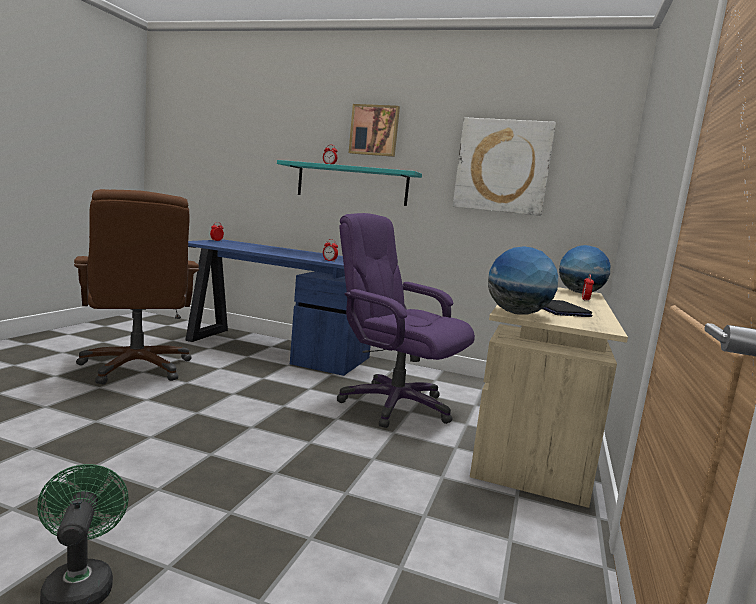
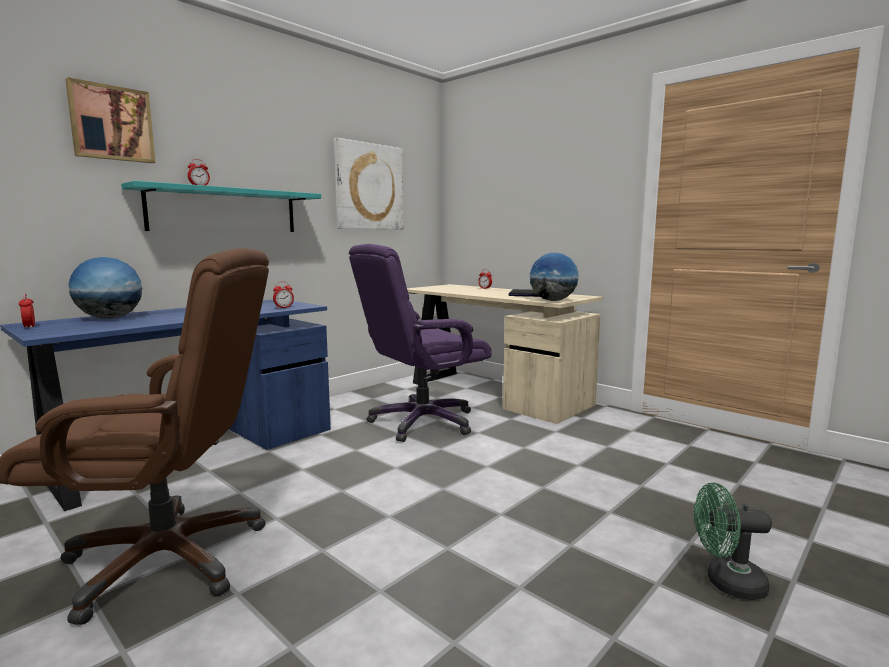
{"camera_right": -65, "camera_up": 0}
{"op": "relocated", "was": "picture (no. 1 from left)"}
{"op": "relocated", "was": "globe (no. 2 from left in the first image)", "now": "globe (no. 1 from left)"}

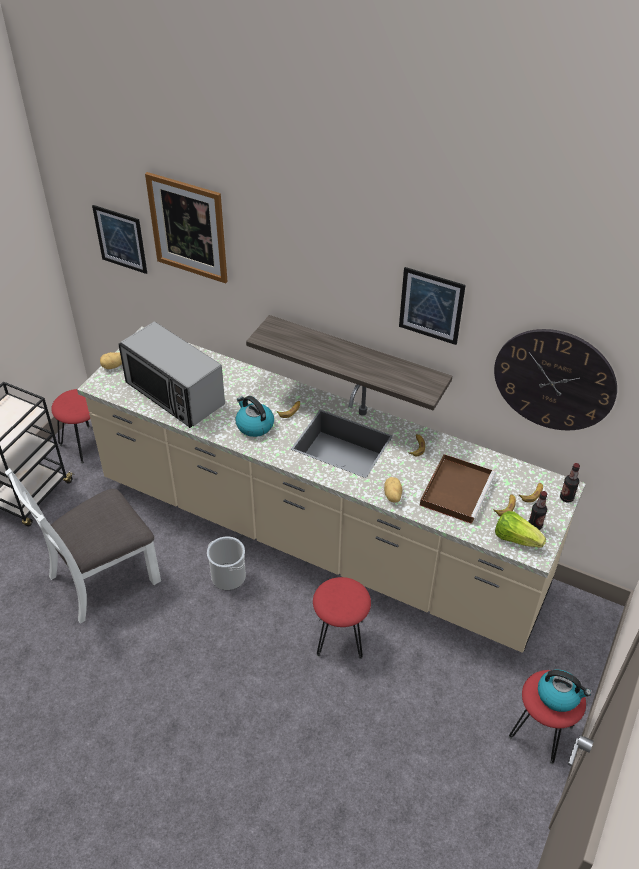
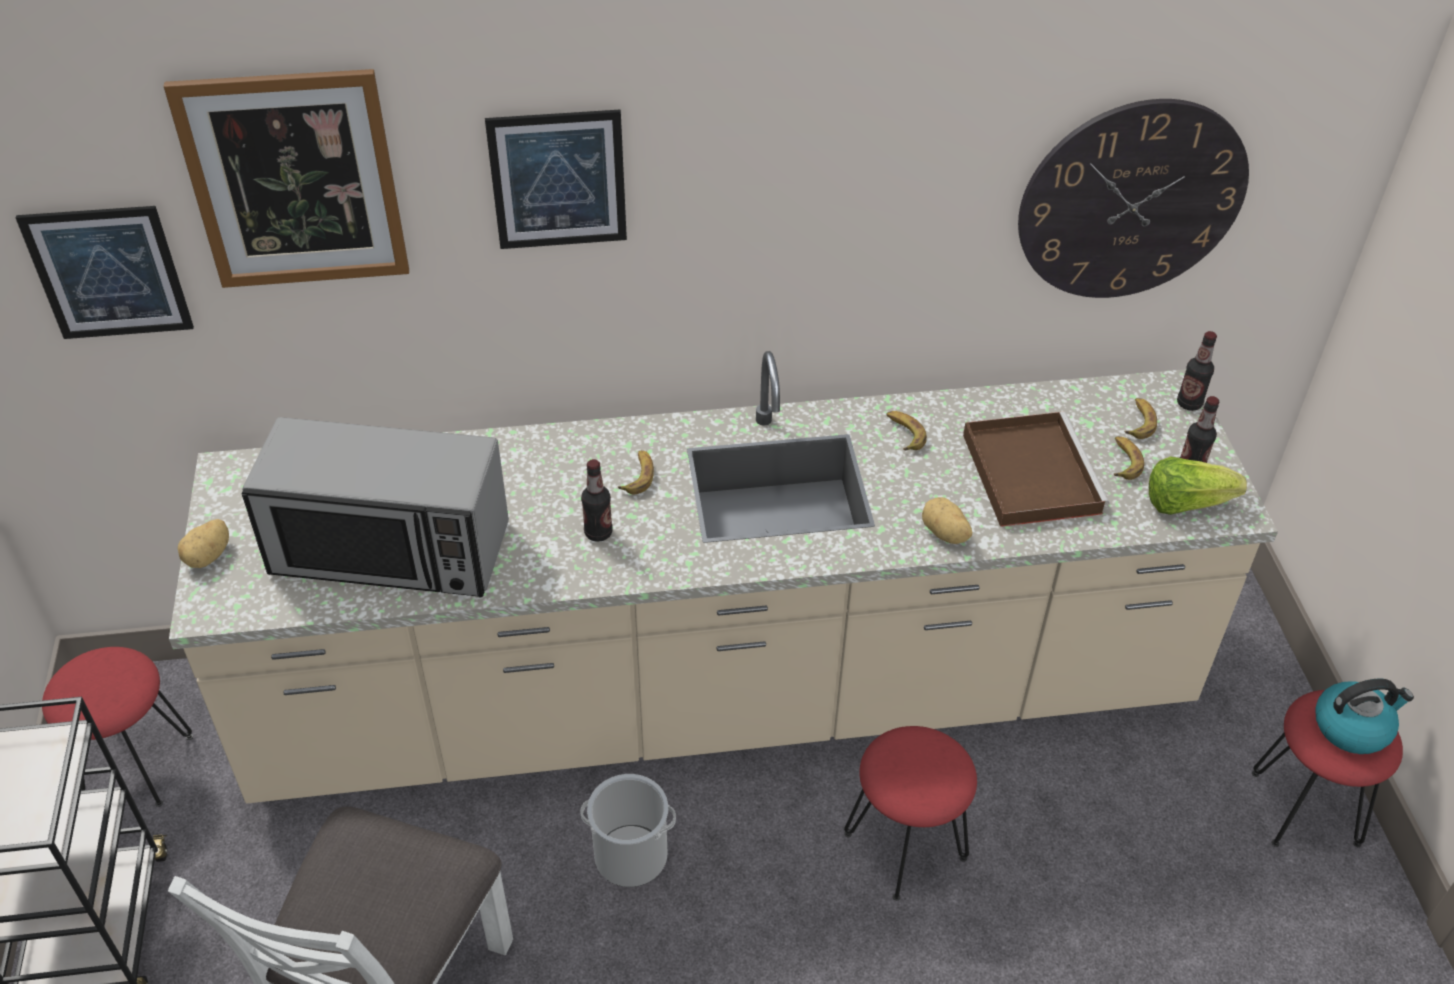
{"camera_right": -35, "camera_up": 0}
{"op": "missing", "was": "shelf"}
{"op": "relocated", "was": "picture (no. 3 from left)"}
{"op": "exchanged", "was": "kettle (no. 1 from left)", "now": "bottle (no. 1 from left)"}

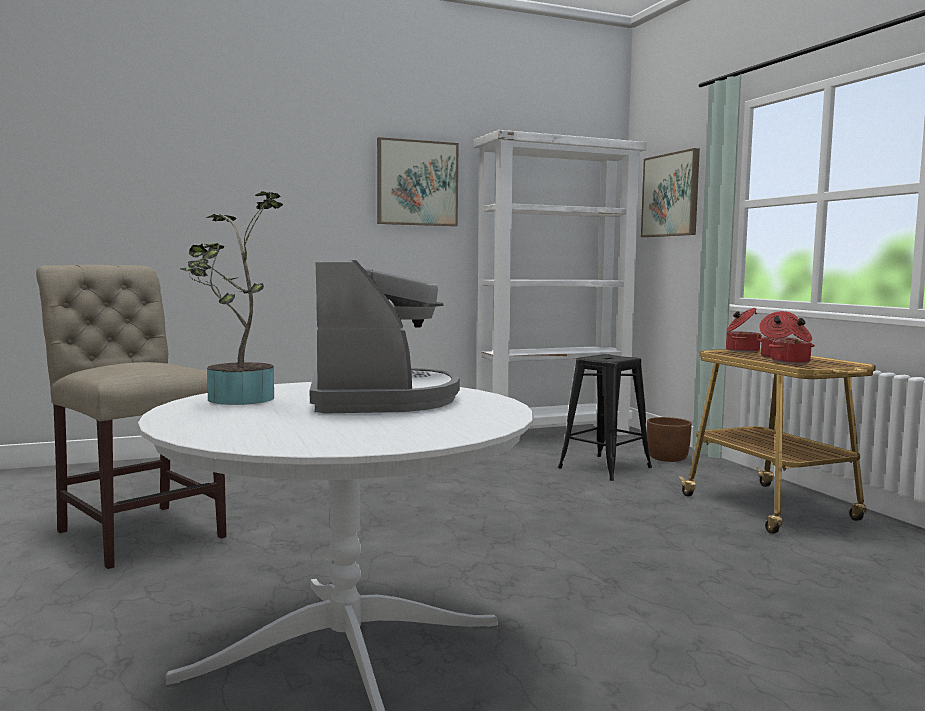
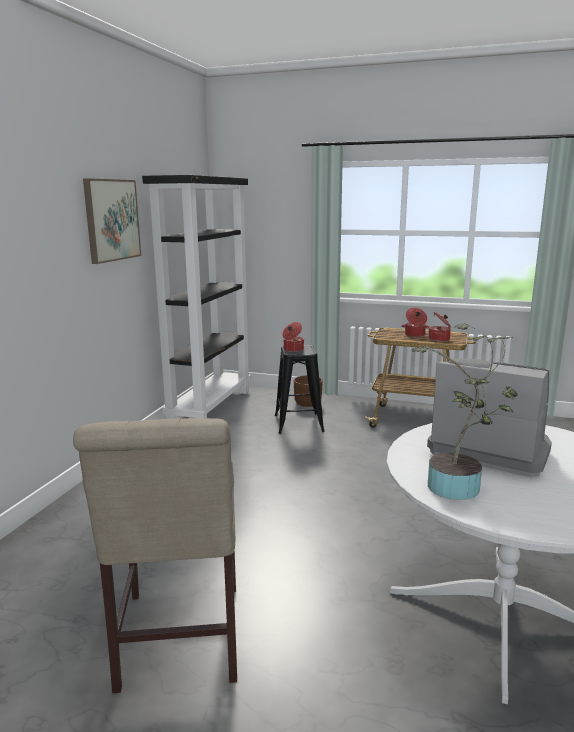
{"camera_right": -50, "camera_up": 10}
{"op": "missing", "was": "picture (no. 2 from left)"}
{"op": "relocated", "was": "cooking pot (no. 1 from left)"}
{"op": "colour", "was": "white bookcase", "now": "black bookcase"}
{"op": "spun", "was": "beige chair", "clockwise": -90}

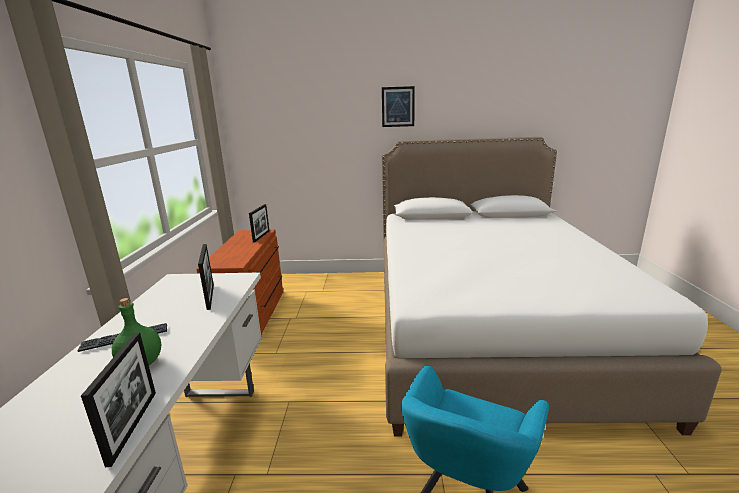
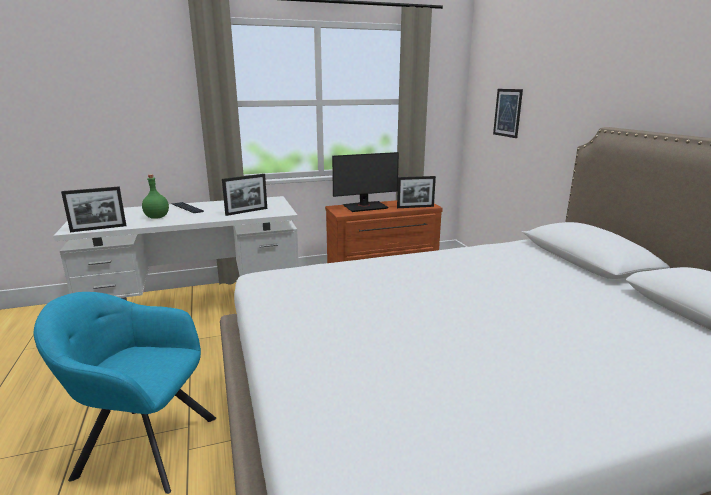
{"camera_right": 70, "camera_up": 0}
{"op": "appeared", "now": "monitor"}
{"op": "relocated", "was": "picture"}

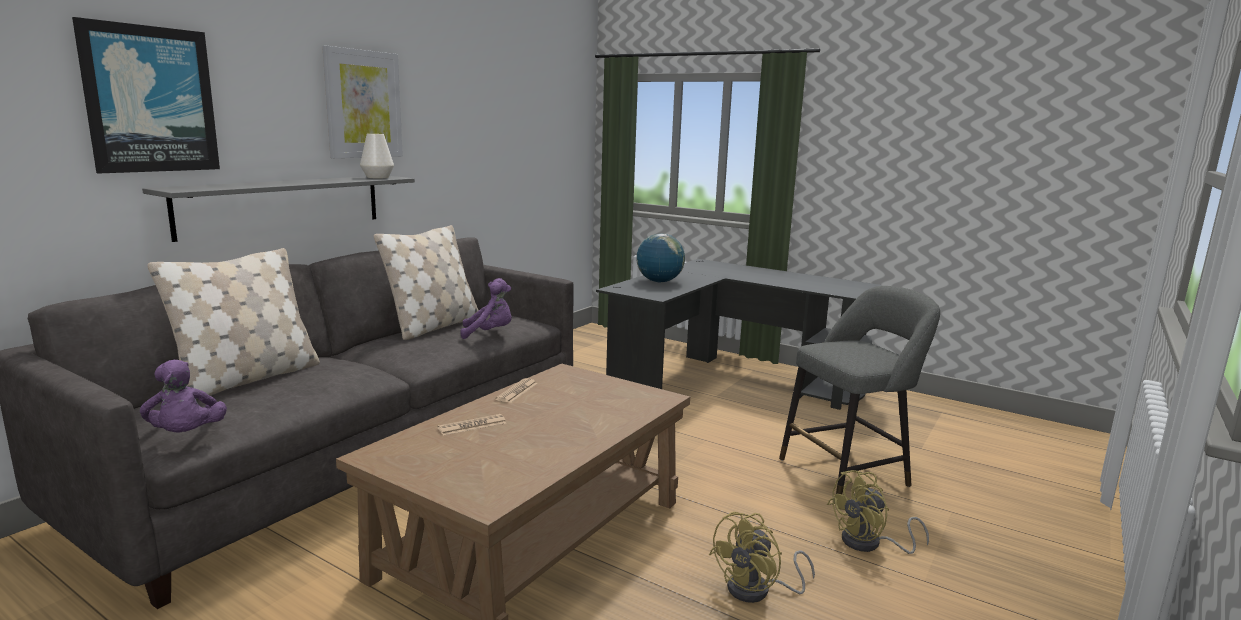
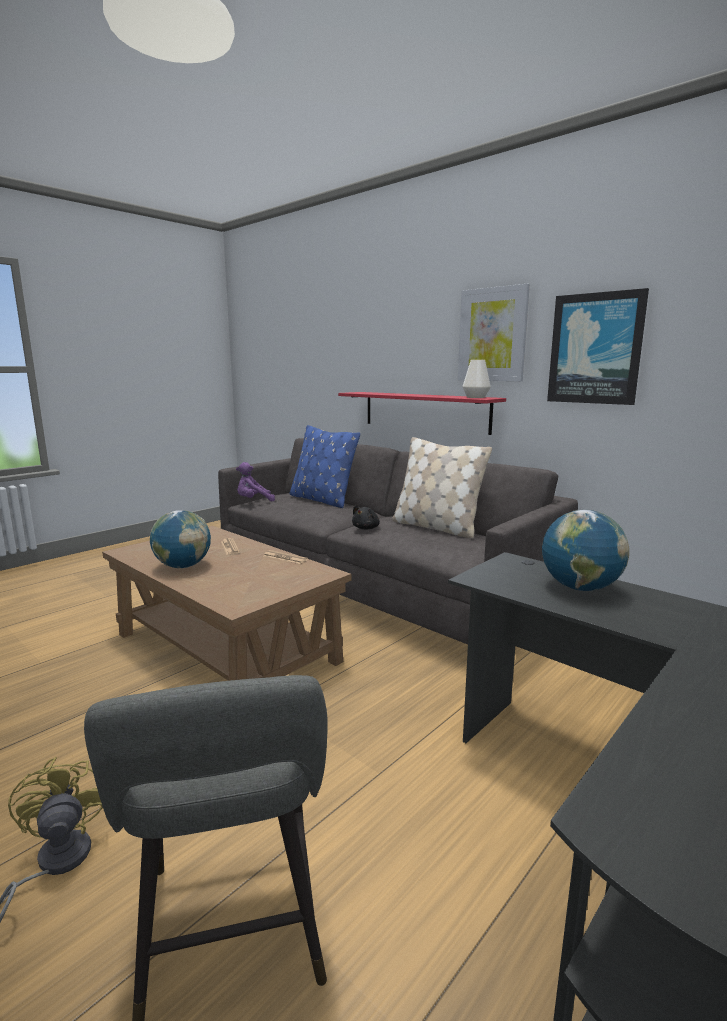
{"camera_right": 100, "camera_up": 0}
{"op": "missing", "was": "purple plush toy (no. 2 from left)"}
{"op": "missing", "was": "yellow fan (no. 1 from left)"}
{"op": "appeared", "now": "globe (no. 1 from left)"}
{"op": "appeared", "now": "black plush toy"}
{"op": "relocated", "was": "picture (no. 1 from left in the first image)", "now": "picture (no. 2 from left)"}
{"op": "colour", "was": "grey shelf", "now": "red shelf"}
{"op": "colour", "was": "beige pillow (no. 1 from left)", "now": "blue pillow"}

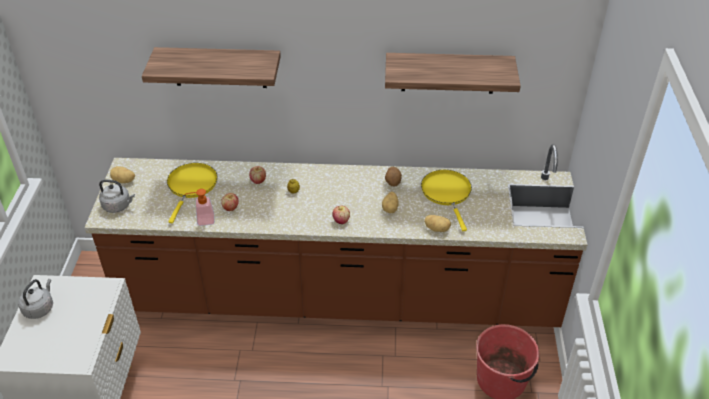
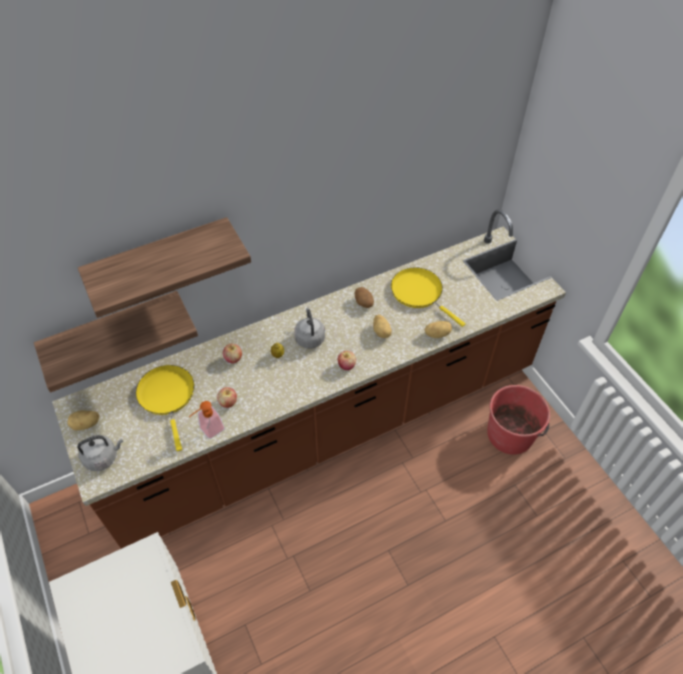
{"camera_right": -30, "camera_up": 10}
{"op": "relocated", "was": "grey kettle (no. 1 from left in the first image)", "now": "grey kettle (no. 2 from left)"}
{"op": "relocated", "was": "shelf (no. 2 from left in the first image)", "now": "shelf (no. 1 from left)"}

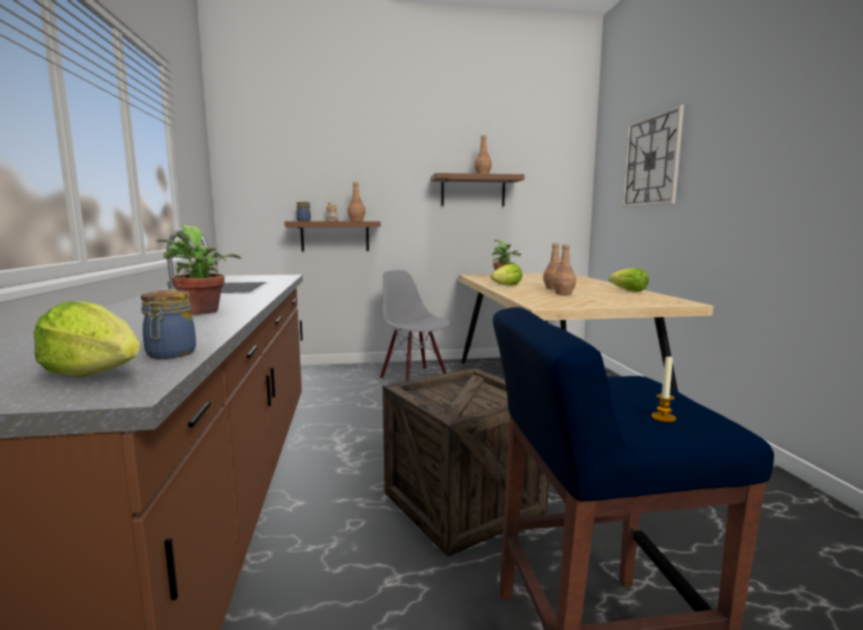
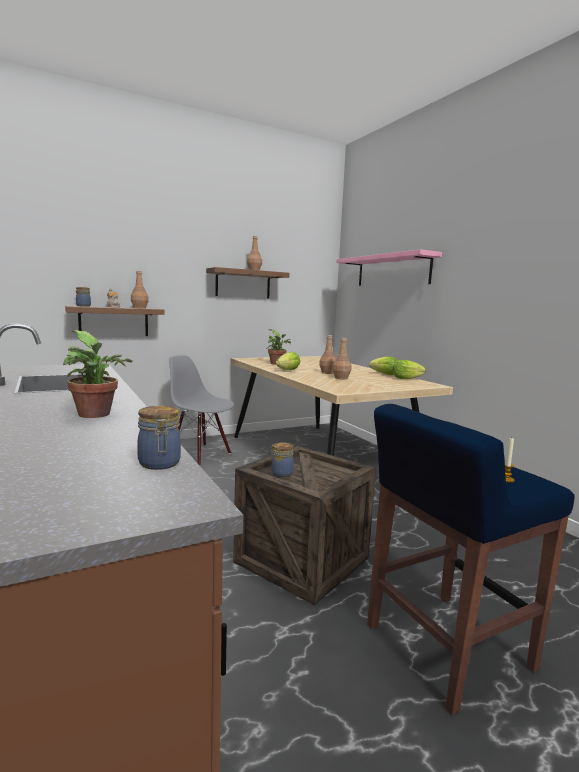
{"camera_right": -20, "camera_up": 0}
{"op": "appeared", "now": "jar (no. 3 from left)"}
{"op": "relocated", "was": "lettuce (no. 1 from left in the first image)", "now": "lettuce (no. 3 from left)"}
{"op": "exchanged", "was": "wall clock", "now": "pink shelf"}

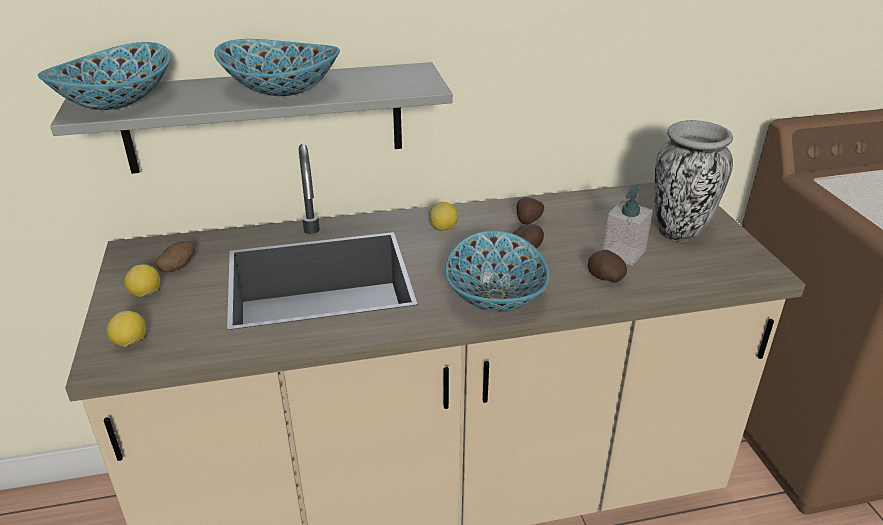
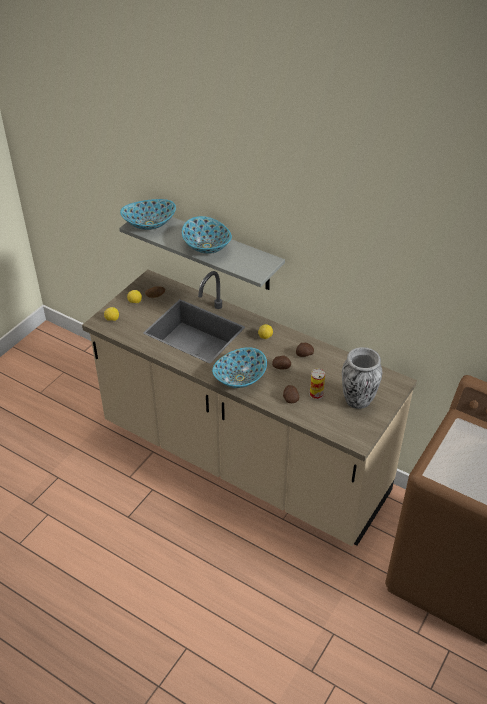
{"camera_right": 45, "camera_up": 10}
{"op": "exchanged", "was": "soap dispenser", "now": "can"}

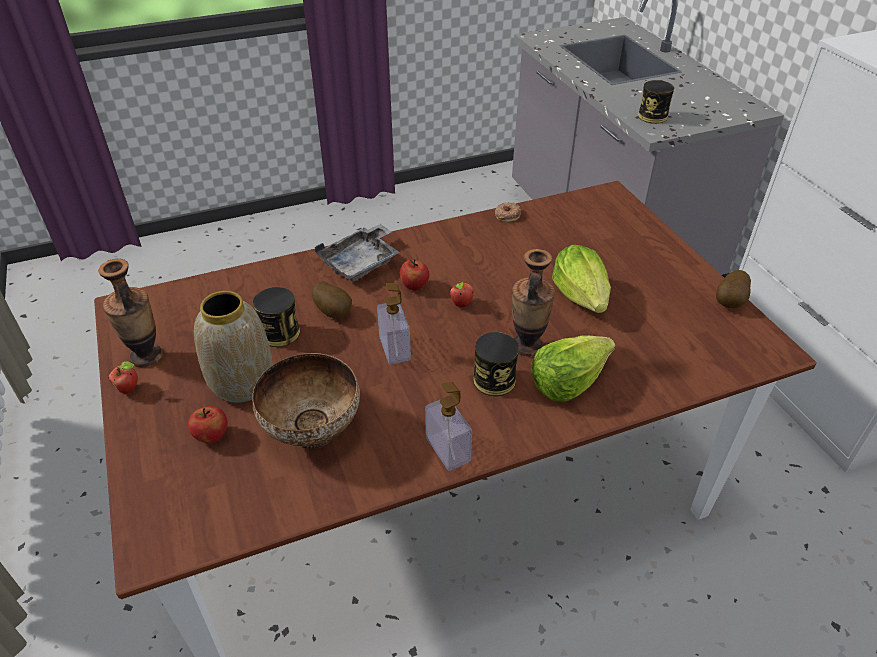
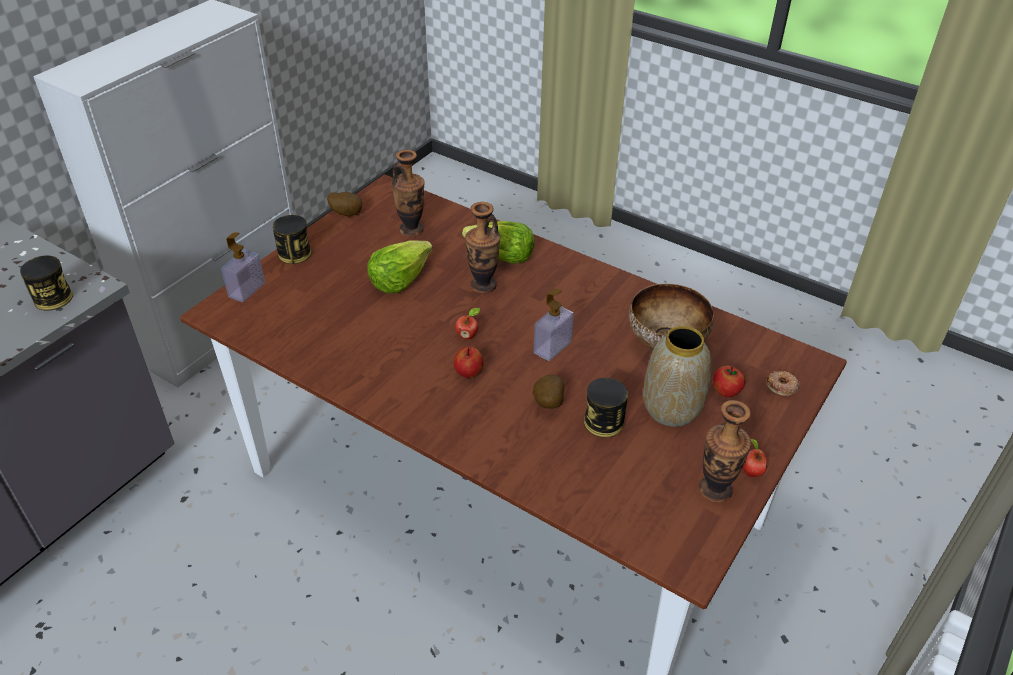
{"camera_right": -125, "camera_up": 0}
{"op": "missing", "was": "grey tray"}
{"op": "appeared", "now": "vase (no. 1 from left)"}
{"op": "relocated", "was": "soap dispenser (no. 2 from left in the first image)", "now": "soap dispenser (no. 1 from left)"}
{"op": "relocated", "was": "can (no. 2 from left)"}
{"op": "relocated", "was": "donut"}

